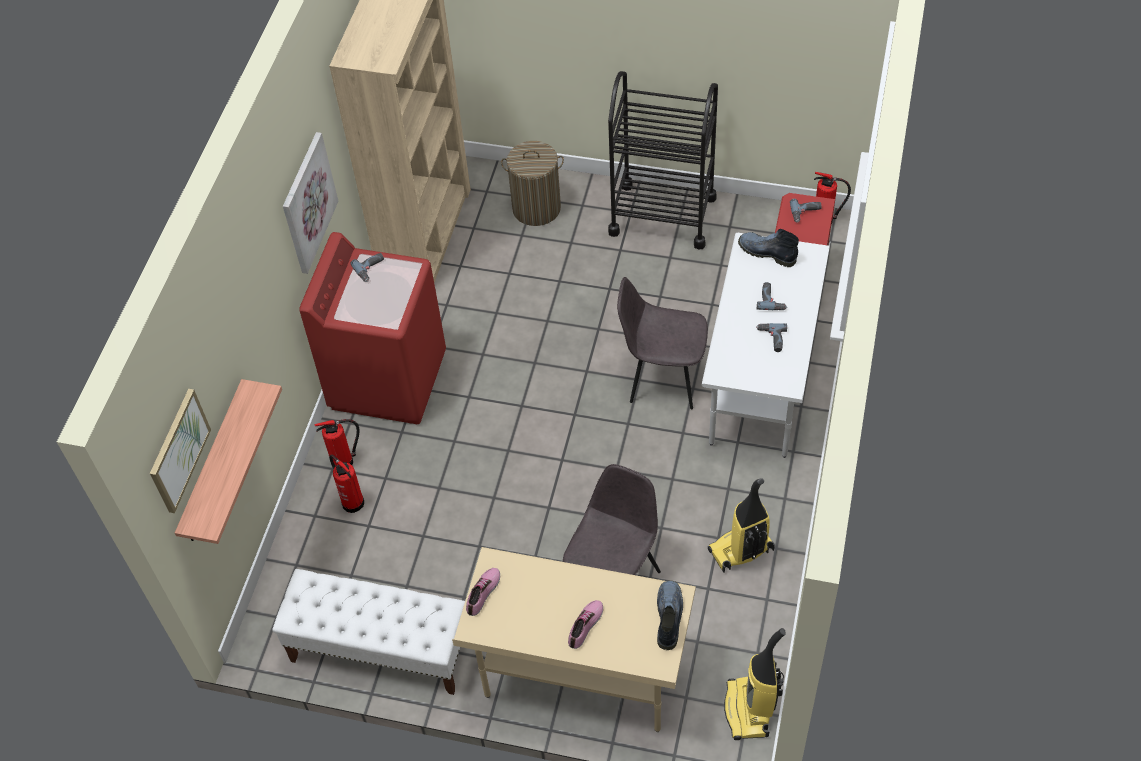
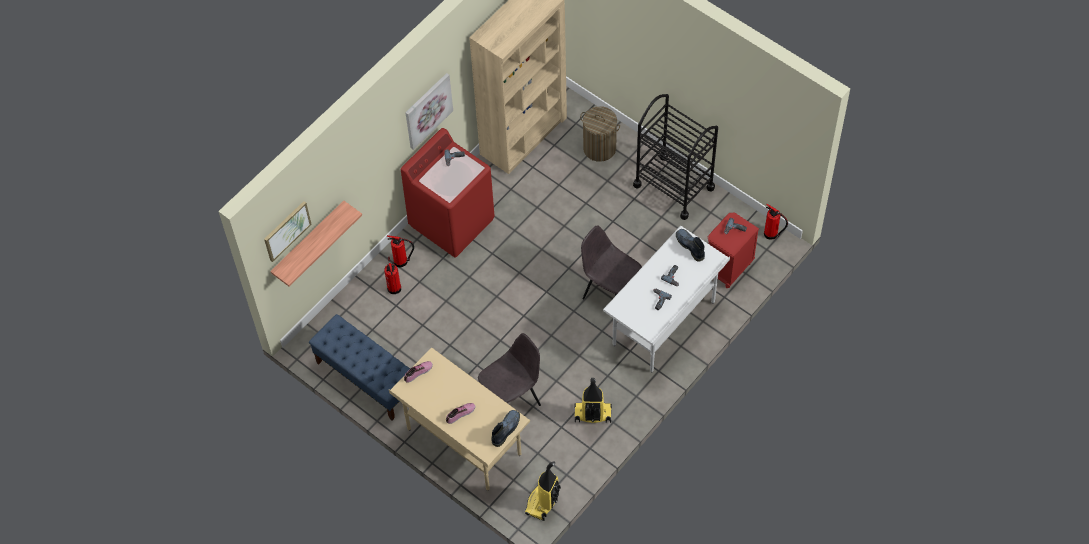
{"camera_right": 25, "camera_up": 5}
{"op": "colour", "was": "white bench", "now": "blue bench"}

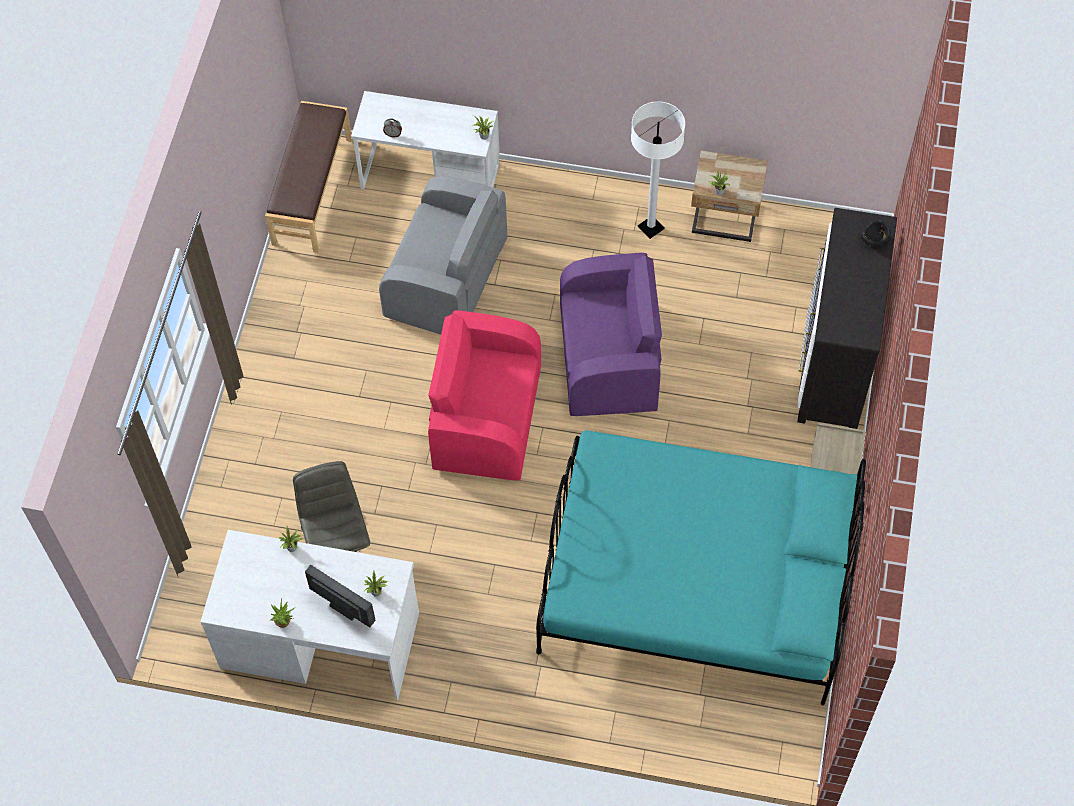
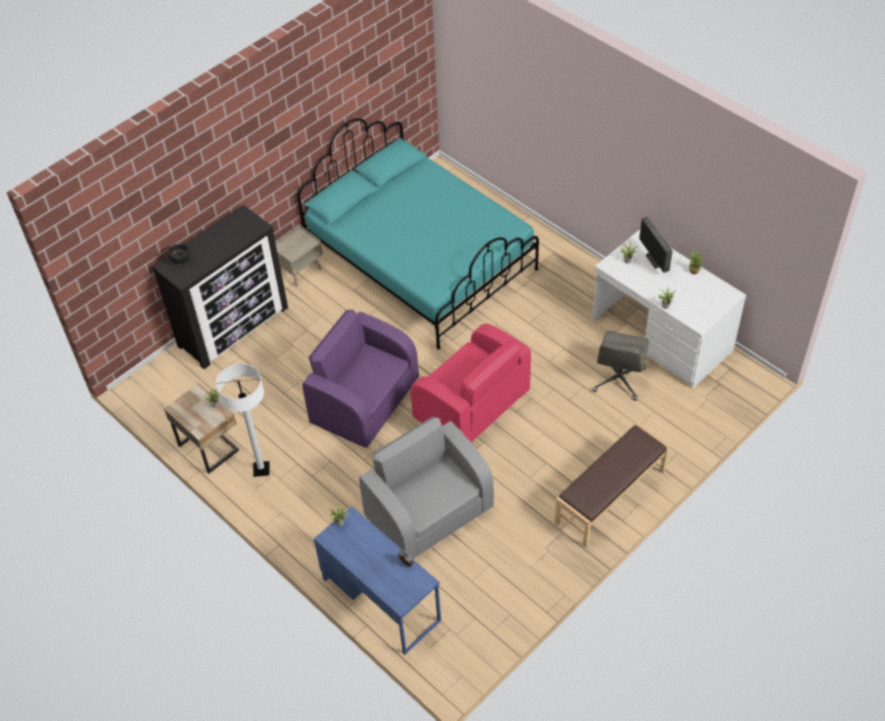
{"camera_right": -145, "camera_up": -10}
{"op": "relocated", "was": "brown bench"}
{"op": "colour", "was": "white desk (no. 2 from left)", "now": "blue desk"}

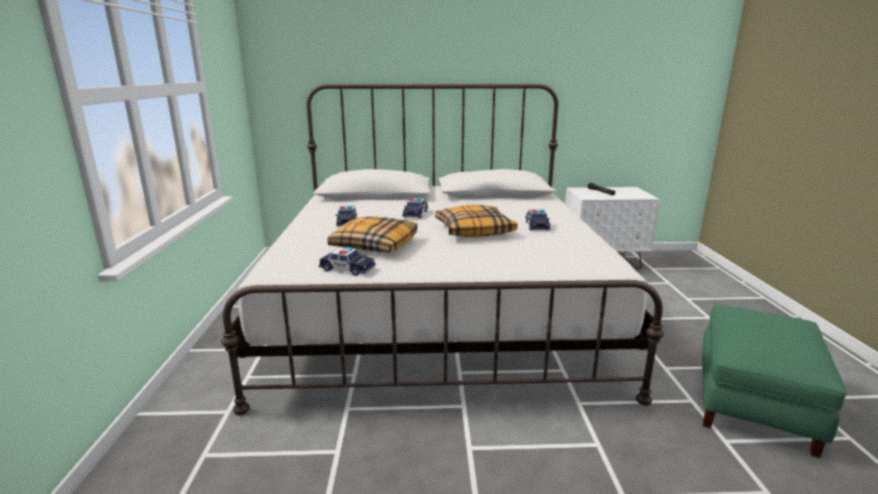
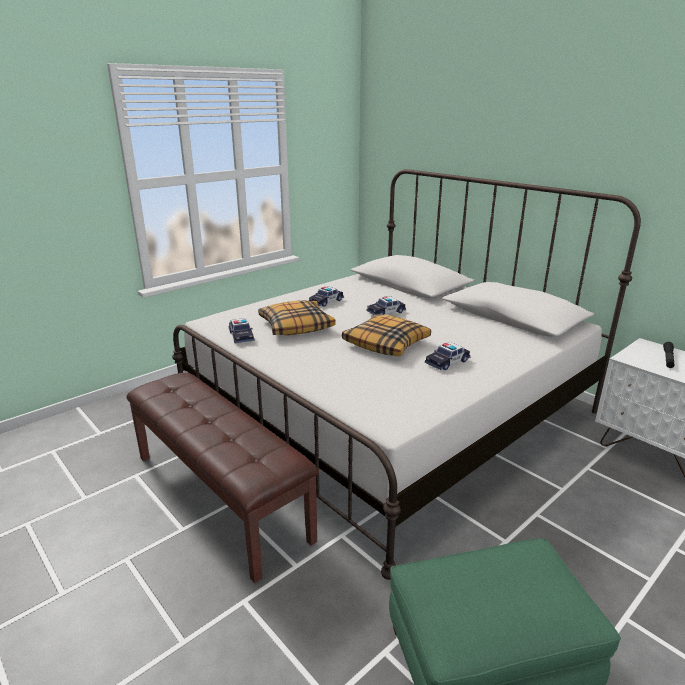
{"camera_right": 50, "camera_up": 5}
{"op": "appeared", "now": "brown bench"}

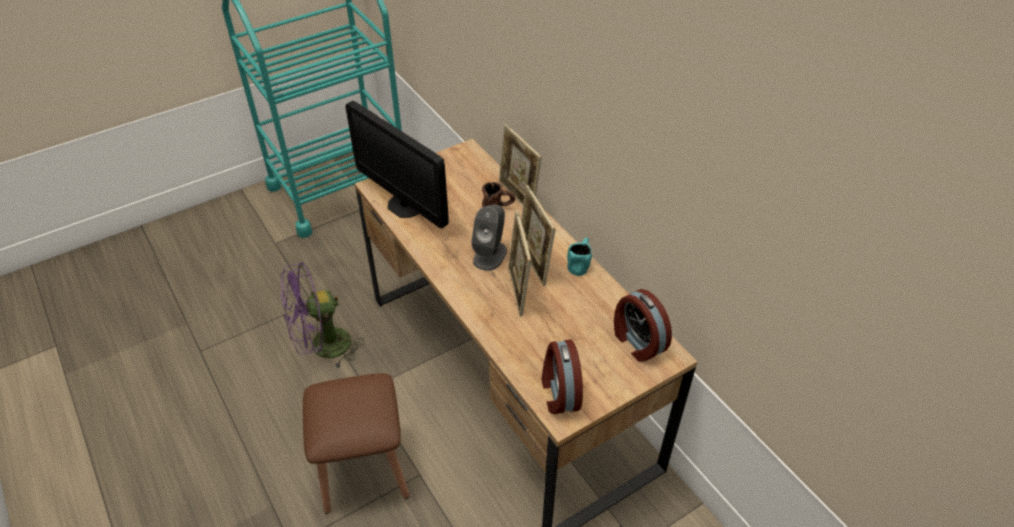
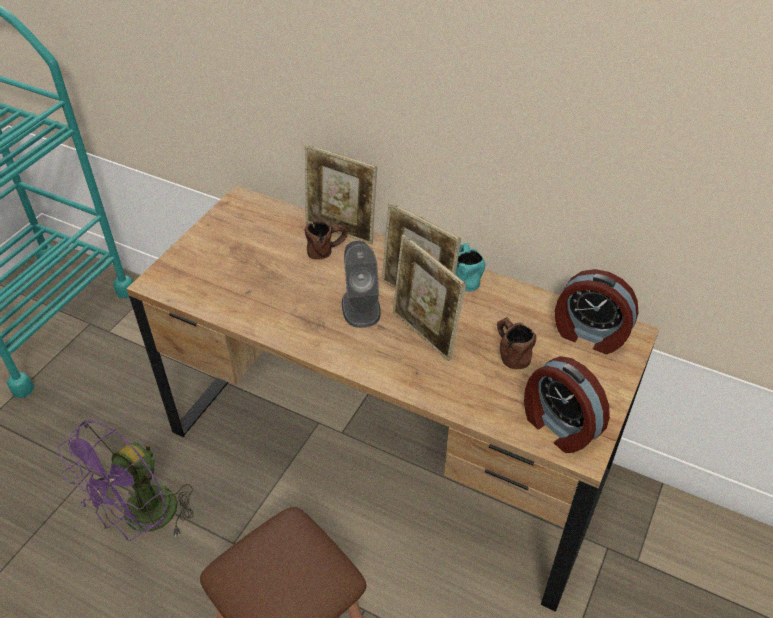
{"camera_right": -30, "camera_up": 0}
{"op": "missing", "was": "monitor"}
{"op": "appeared", "now": "brown mug (no. 2 from left)"}

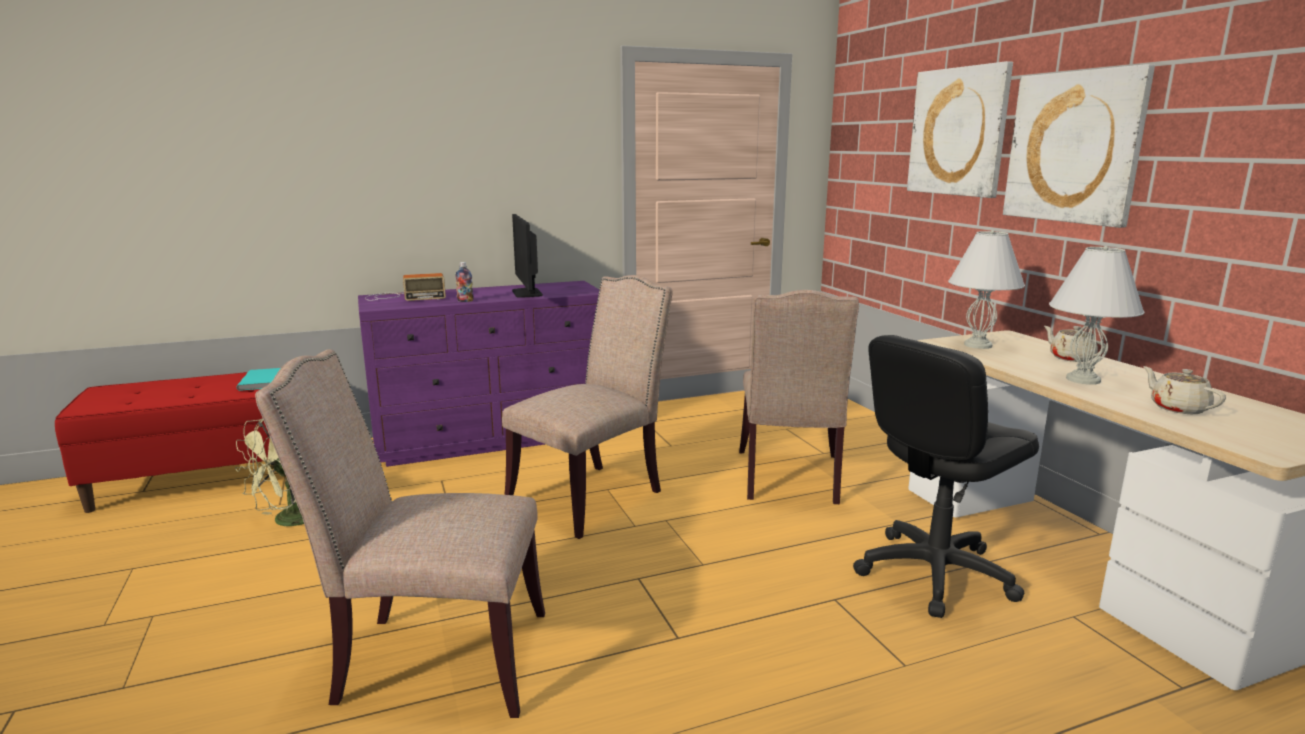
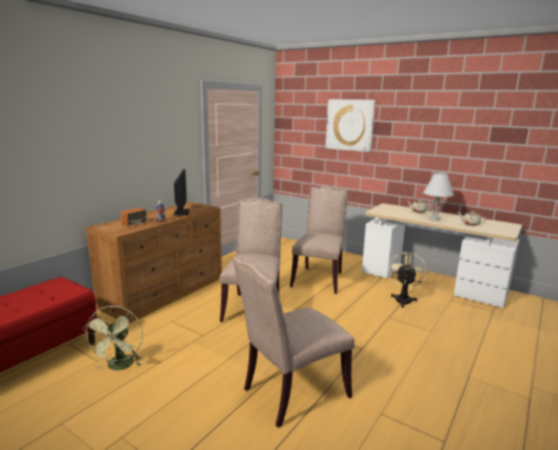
{"camera_right": -35, "camera_up": 0}
{"op": "missing", "was": "turquoise book"}
{"op": "missing", "was": "white table lamp (no. 1 from left)"}
{"op": "missing", "was": "picture (no. 2 from left)"}
{"op": "exchanged", "was": "black office chair", "now": "beige fan"}
{"op": "colour", "was": "purple dresser", "now": "brown dresser"}
{"op": "spun", "was": "monitor", "clockwise": -135}
{"op": "spun", "was": "beige chair (no. 3 from left)", "clockwise": -135}

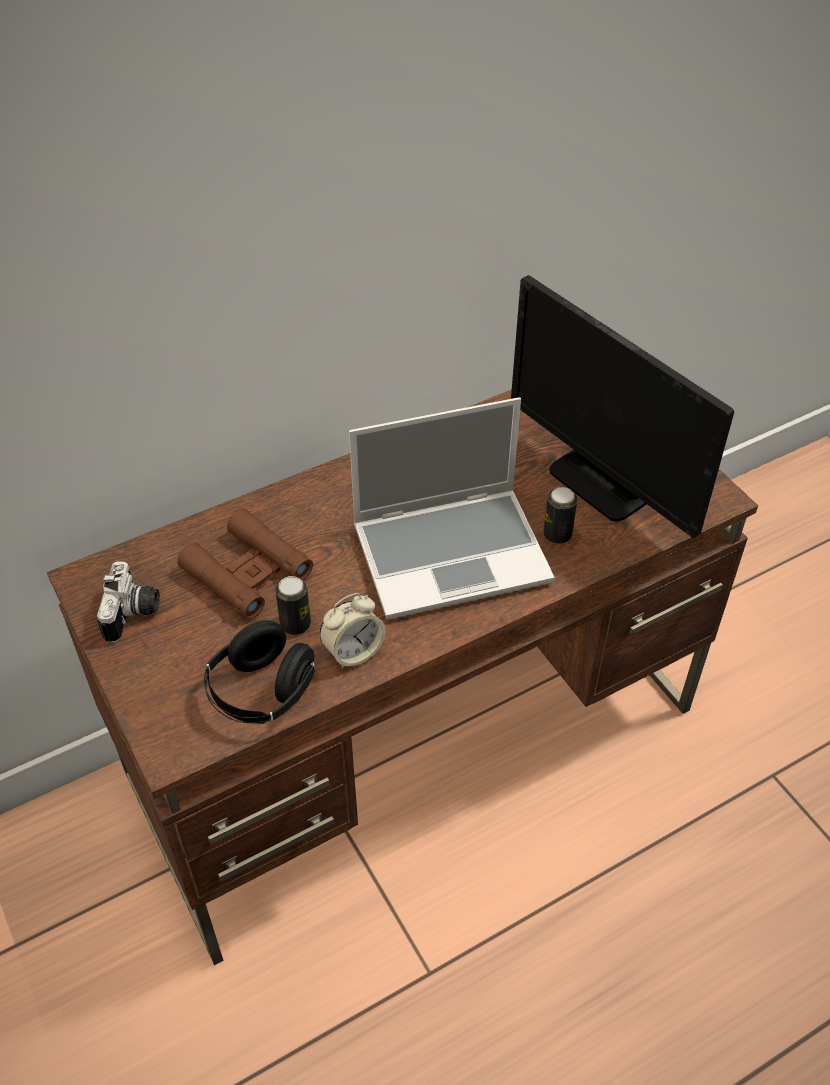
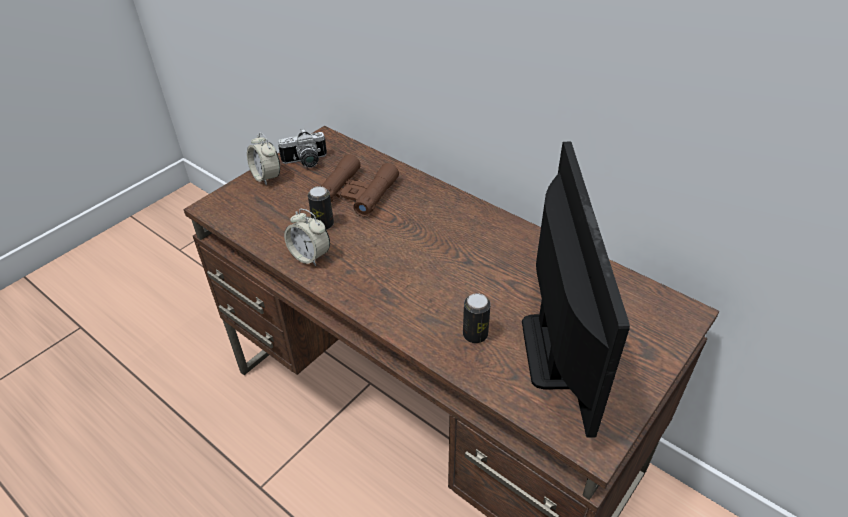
{"camera_right": 70, "camera_up": -5}
{"op": "missing", "was": "black headphones"}
{"op": "missing", "was": "laptop"}
{"op": "appeared", "now": "alarm clock (no. 1 from left)"}
{"op": "spun", "was": "monitor", "clockwise": 150}

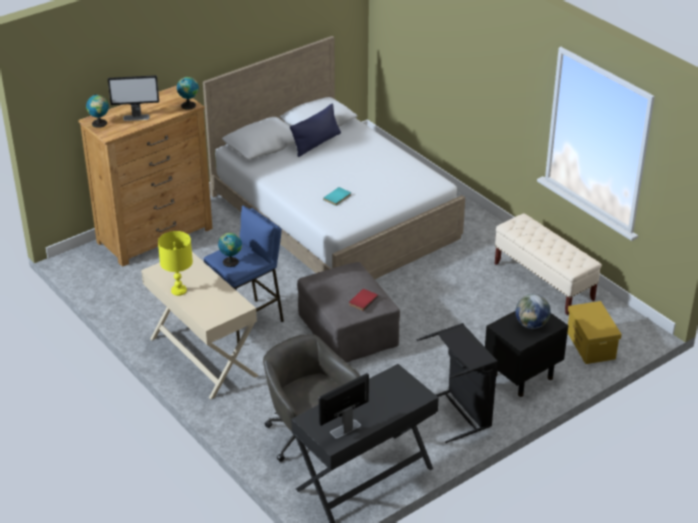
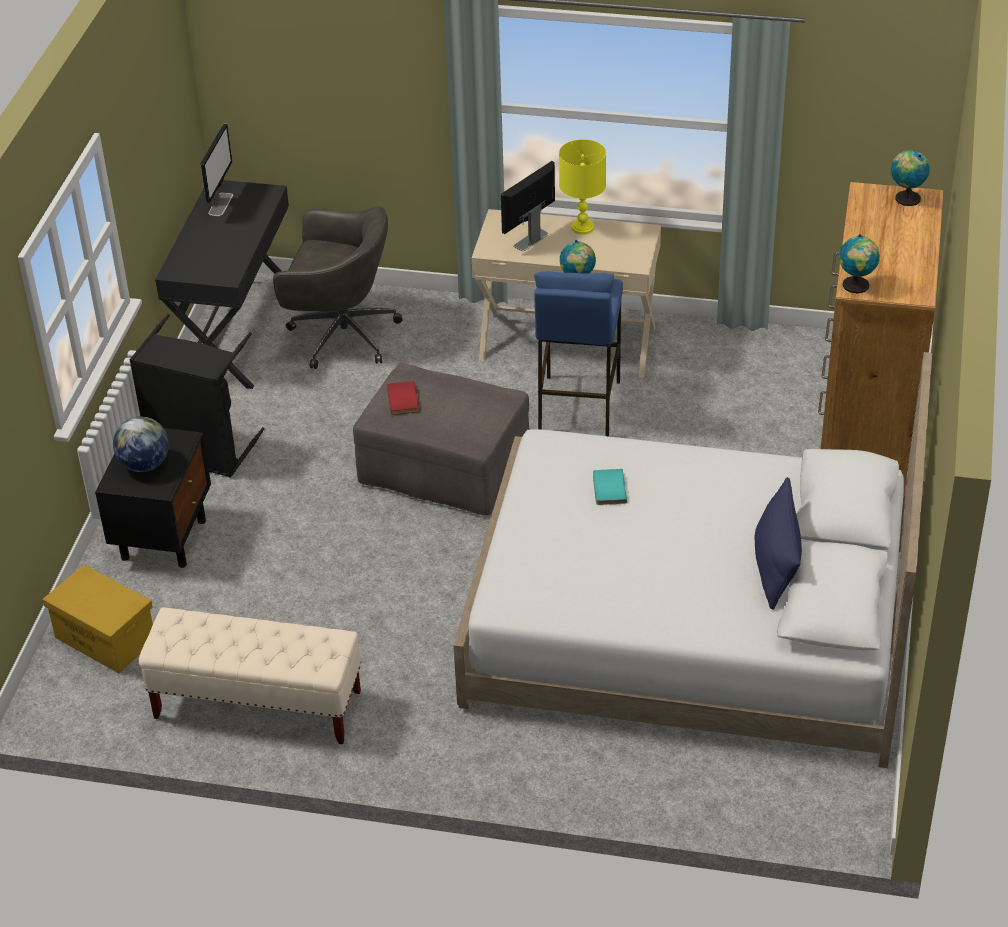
{"camera_right": 140, "camera_up": 5}
{"op": "relocated", "was": "monitor (no. 1 from left in the first image)", "now": "monitor (no. 2 from left)"}

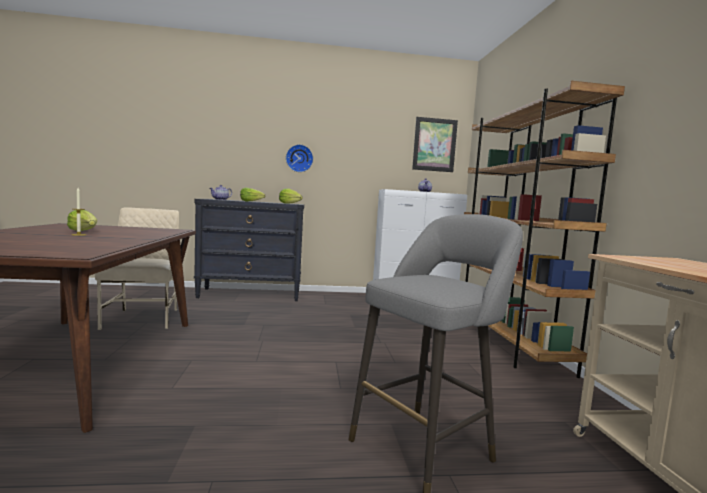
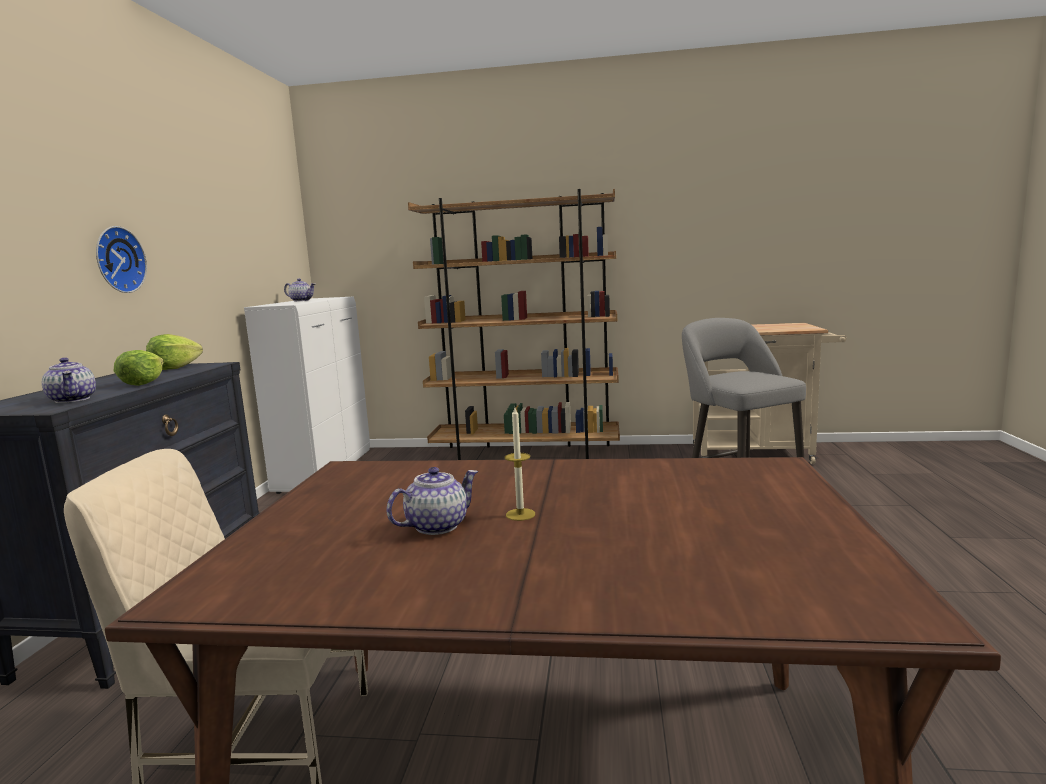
{"camera_right": -75, "camera_up": 5}
{"op": "missing", "was": "picture"}
{"op": "exchanged", "was": "lettuce (no. 1 from left)", "now": "teapot (no. 3 from left)"}

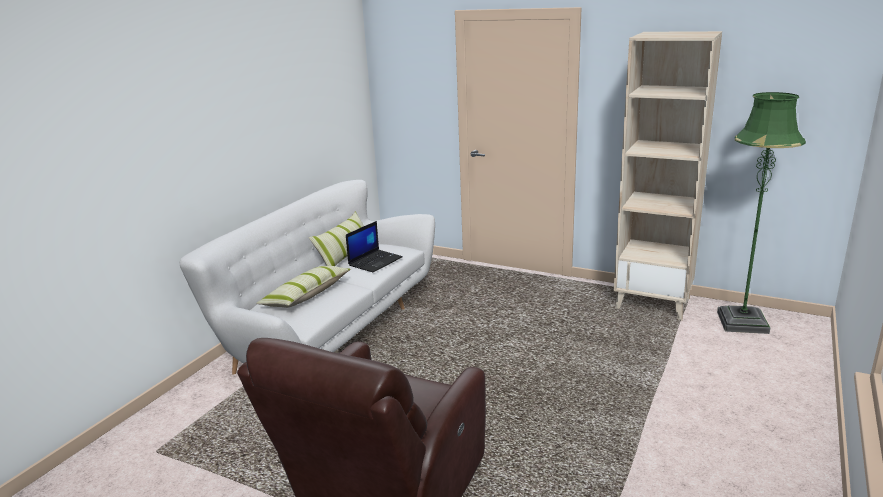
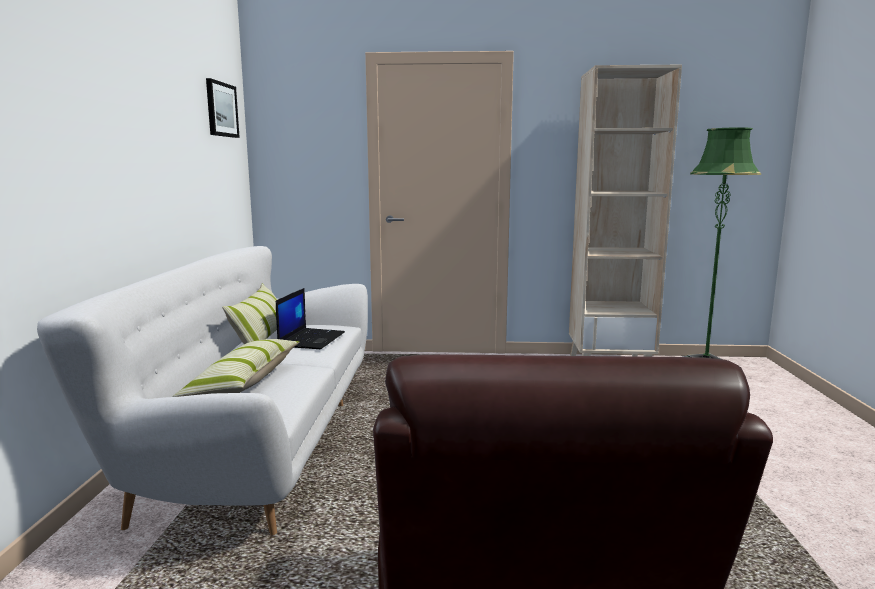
{"camera_right": -25, "camera_up": -10}
{"op": "appeared", "now": "picture"}

